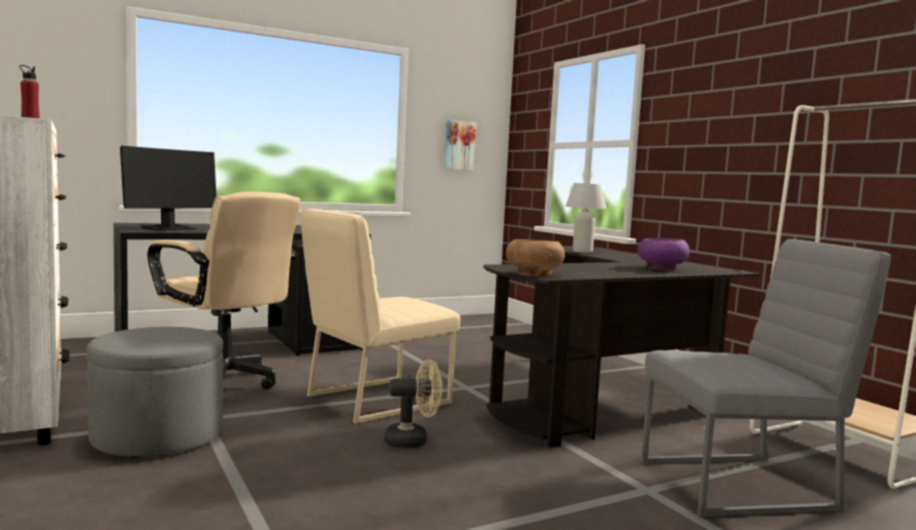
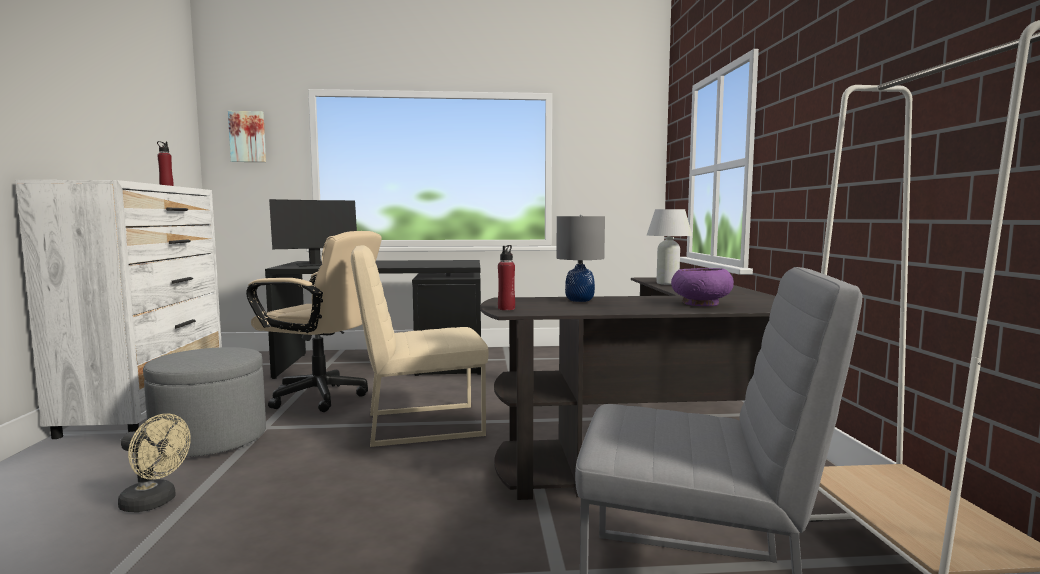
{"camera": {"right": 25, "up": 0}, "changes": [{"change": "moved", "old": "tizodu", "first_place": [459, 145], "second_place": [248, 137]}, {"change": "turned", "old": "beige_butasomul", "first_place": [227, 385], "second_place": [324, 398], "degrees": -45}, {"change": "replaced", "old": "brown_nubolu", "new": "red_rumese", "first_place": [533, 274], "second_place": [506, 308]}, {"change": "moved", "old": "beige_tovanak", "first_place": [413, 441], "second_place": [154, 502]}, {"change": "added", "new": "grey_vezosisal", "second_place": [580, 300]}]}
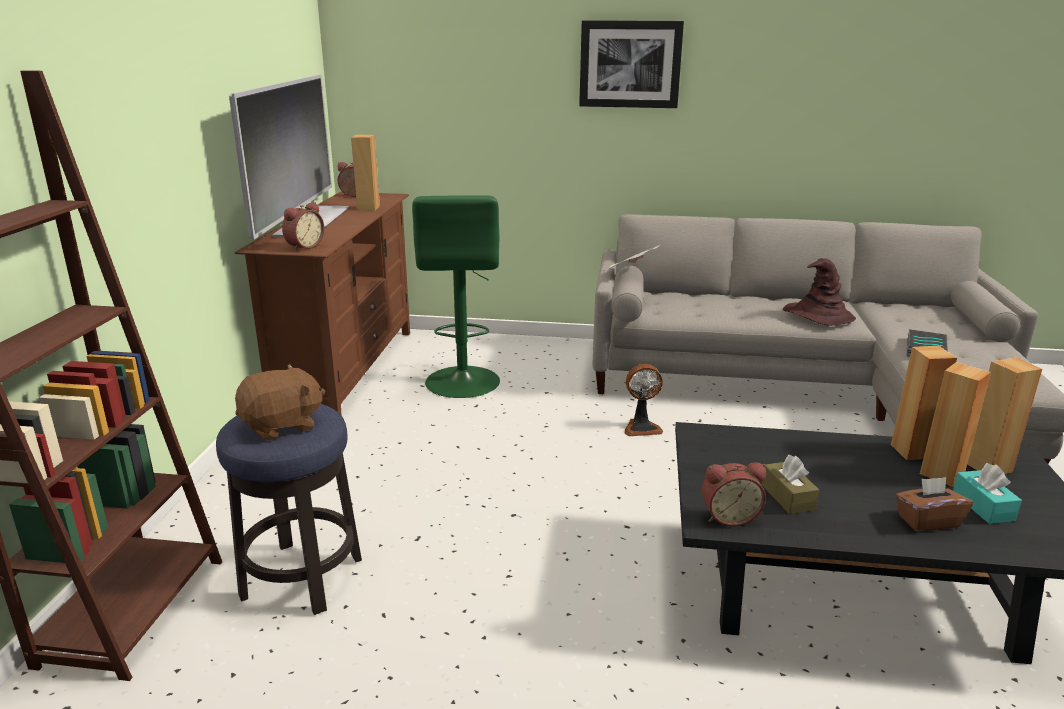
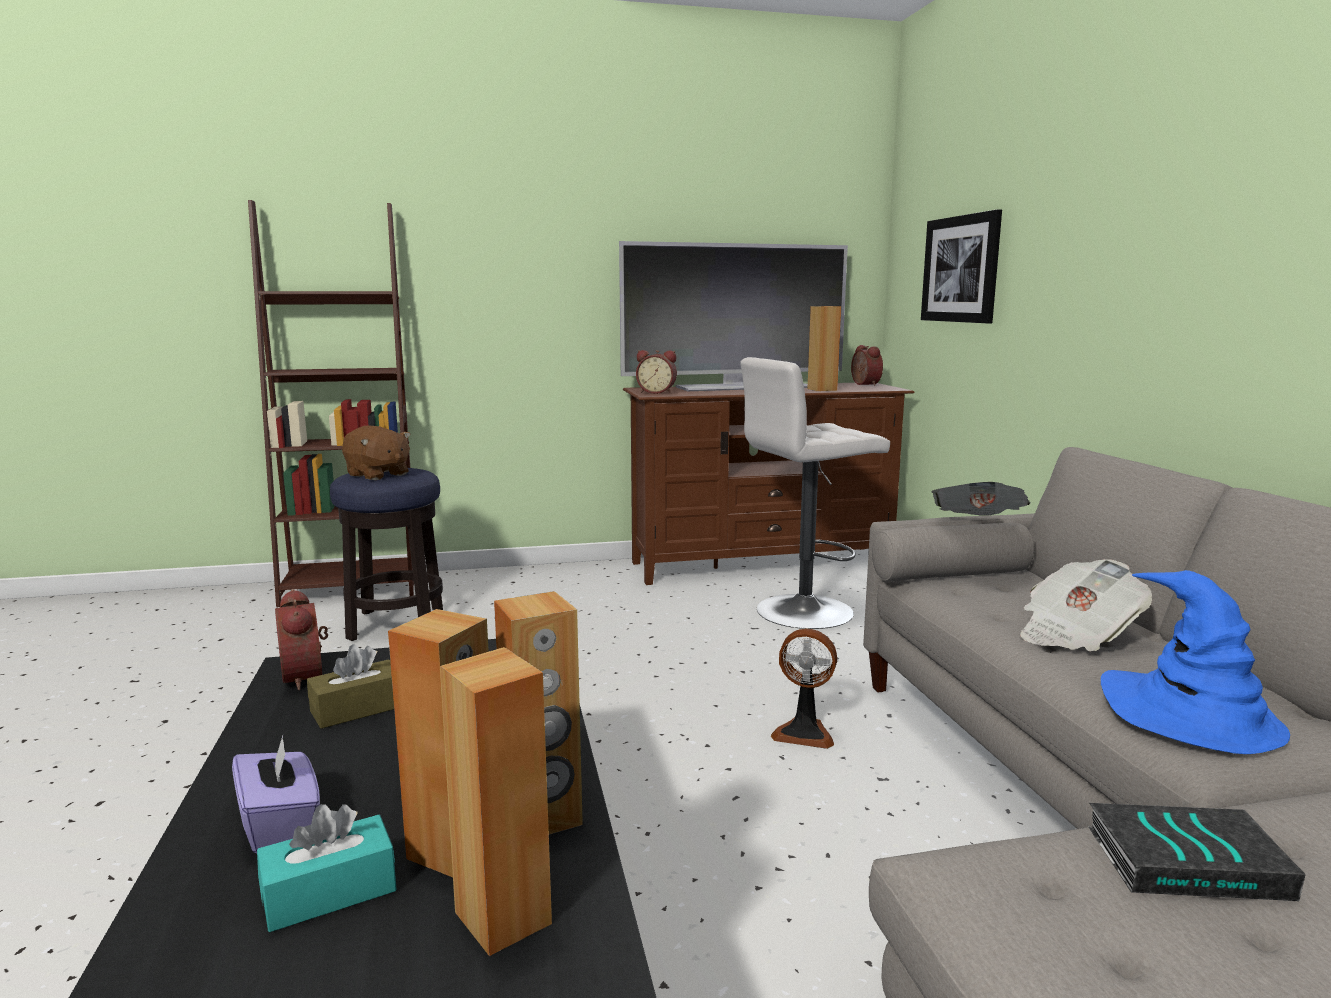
{"camera": {"right": 70, "up": -10}, "changes": [{"change": "moved", "old": "tizodu", "first_place": [630, 64], "second_place": [961, 269]}, {"change": "recoloured", "old": "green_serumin", "new": "white_serumin", "first_place": [462, 382], "second_place": [803, 611]}, {"change": "recoloured", "old": "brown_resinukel", "new": "blue_resinukel", "first_place": [817, 316], "second_place": [1190, 715]}, {"change": "turned", "old": "tovanak", "first_place": [641, 427], "second_place": [804, 733], "degrees": -45}, {"change": "recoloured", "old": "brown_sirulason", "new": "purple_sirulason", "first_place": [927, 521], "second_place": [280, 823]}, {"change": "added", "new": "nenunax", "second_place": [1075, 635]}]}
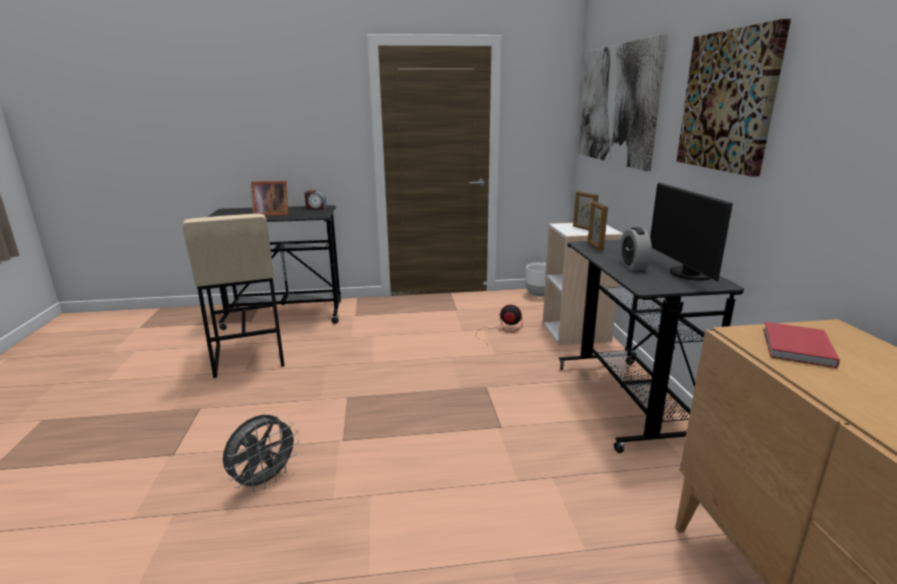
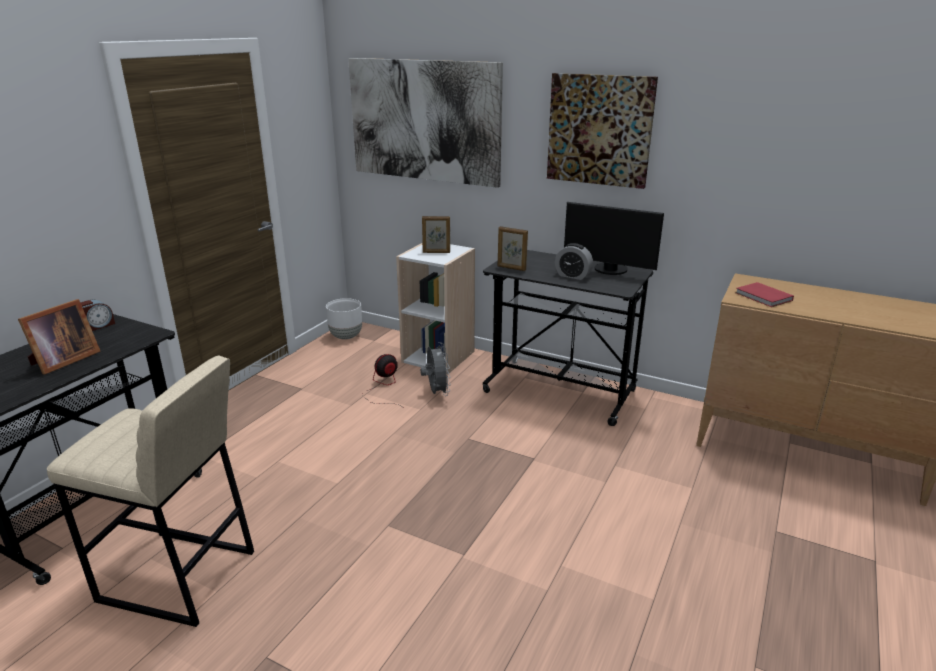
{"camera": {"right": -55, "up": 5}, "changes": [{"change": "moved", "old": "grey_tovanak", "first_place": [264, 480], "second_place": [436, 393]}]}
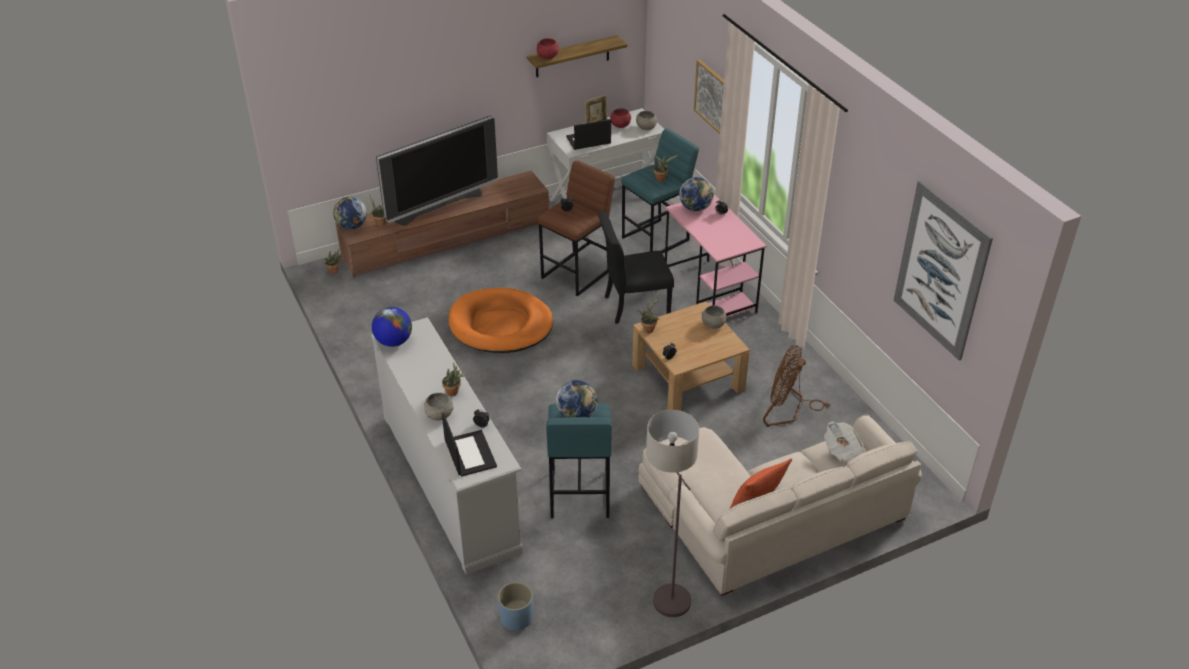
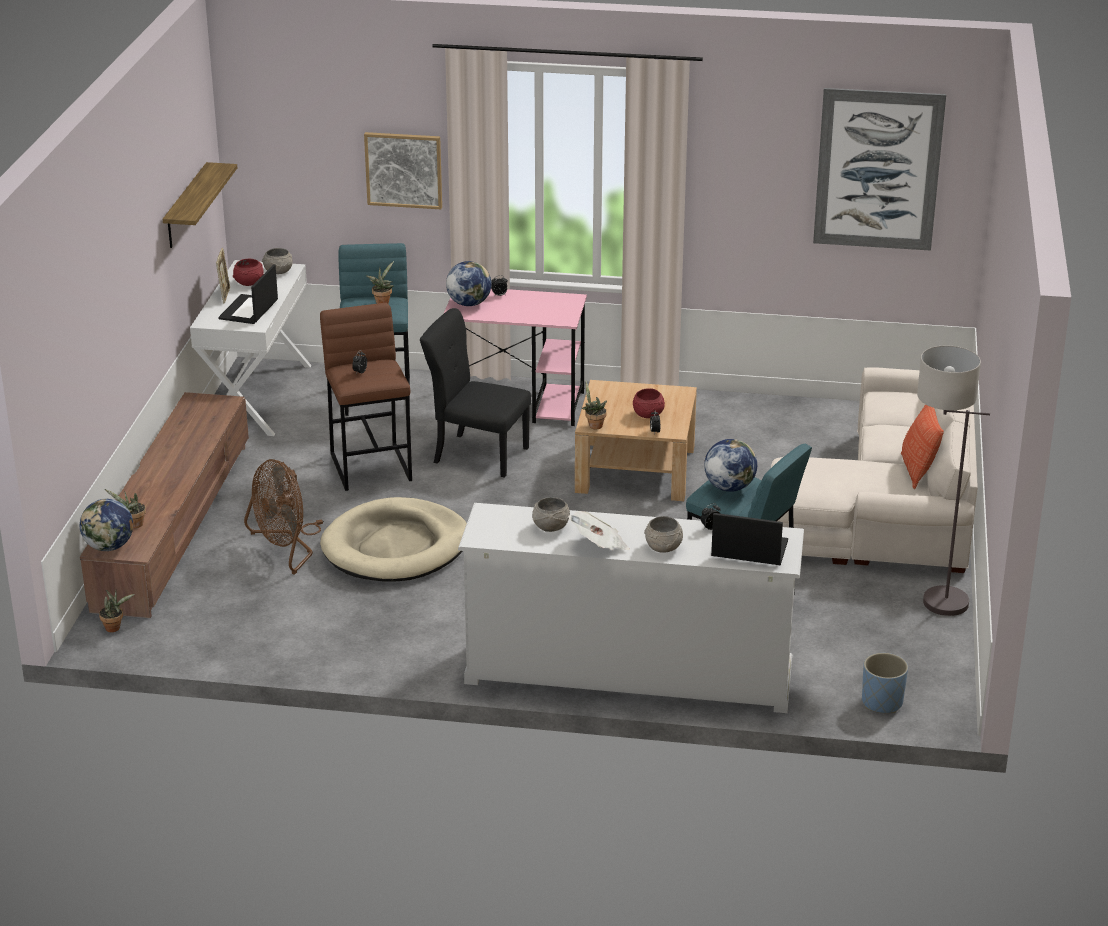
{"camera": {"right": -55, "up": -10}, "changes": [{"change": "moved", "old": "red_nubolu", "first_place": [548, 57], "second_place": [648, 414]}, {"change": "removed", "old": "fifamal", "first_place": [439, 206]}, {"change": "turned", "old": "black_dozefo", "first_place": [633, 306], "second_place": [477, 454], "degrees": 90}, {"change": "recoloured", "old": "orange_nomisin", "new": "beige_nomisin", "first_place": [500, 325], "second_place": [396, 547]}, {"change": "moved", "old": "grey_nubolu", "first_place": [713, 324], "second_place": [550, 527]}, {"change": "removed", "old": "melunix", "first_place": [393, 341]}, {"change": "moved", "old": "brown_tovanak", "first_place": [789, 406], "second_place": [287, 546]}, {"change": "removed", "old": "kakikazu", "first_place": [454, 392]}, {"change": "moved", "old": "nenunax", "first_place": [843, 452], "second_place": [599, 545]}]}
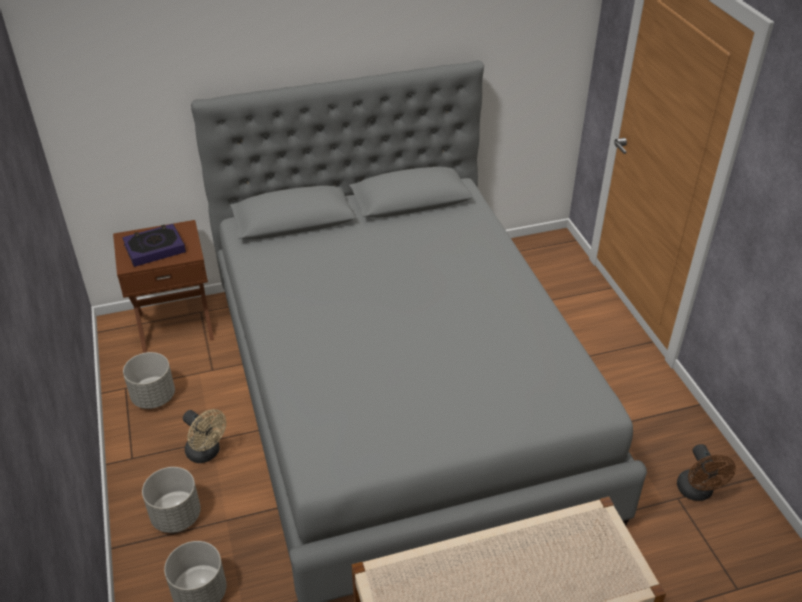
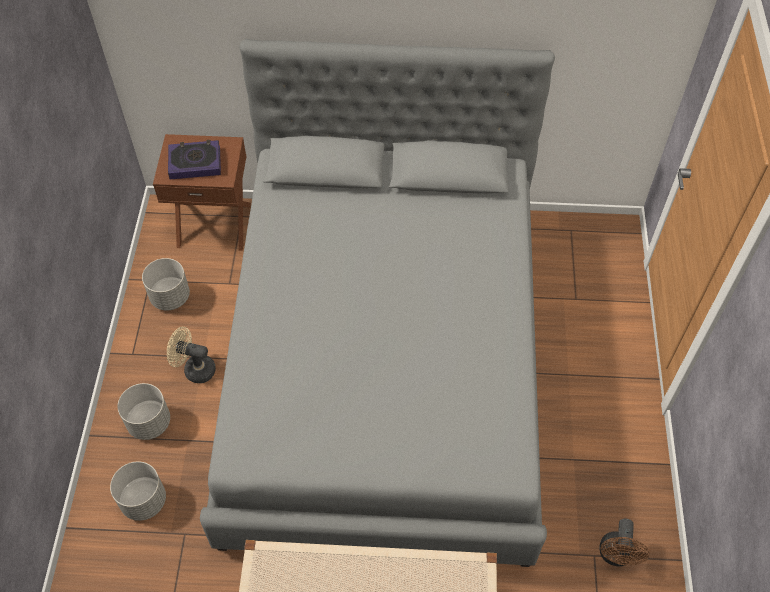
{"camera": {"right": 20, "up": 15}, "changes": [{"change": "turned", "old": "beige_tovanak", "first_place": [207, 453], "second_place": [194, 369], "degrees": 135}]}
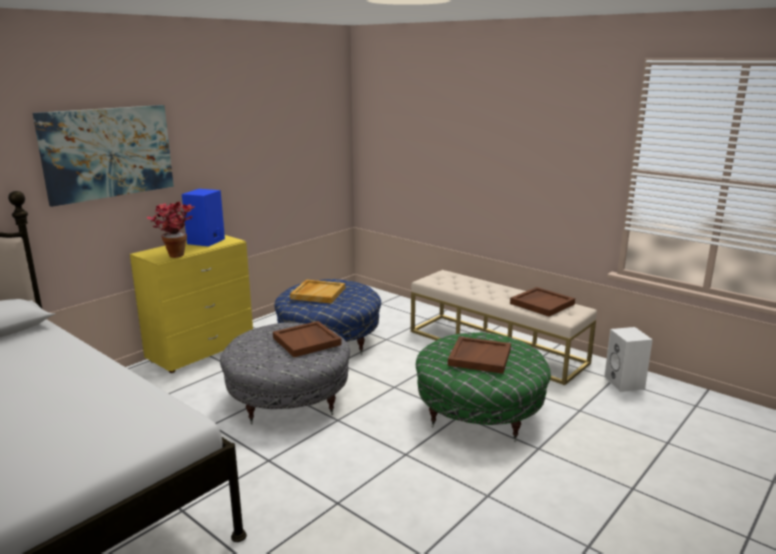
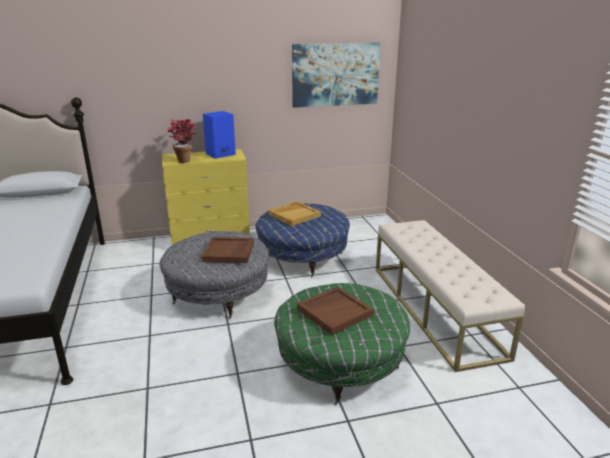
{"camera": {"right": 35, "up": 5}, "changes": [{"change": "moved", "old": "tizodu", "first_place": [108, 152], "second_place": [335, 74]}, {"change": "removed", "old": "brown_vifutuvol", "first_place": [542, 303]}, {"change": "removed", "old": "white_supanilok", "first_place": [625, 383]}]}
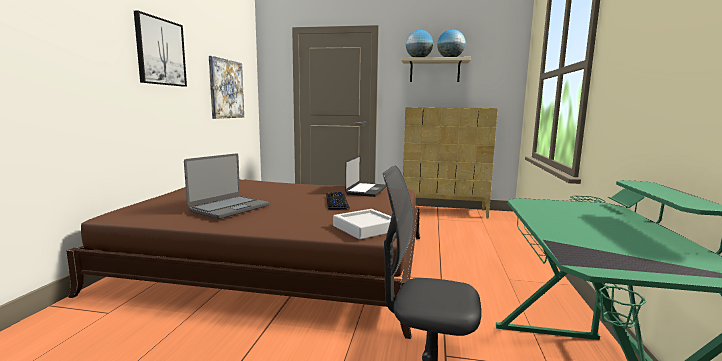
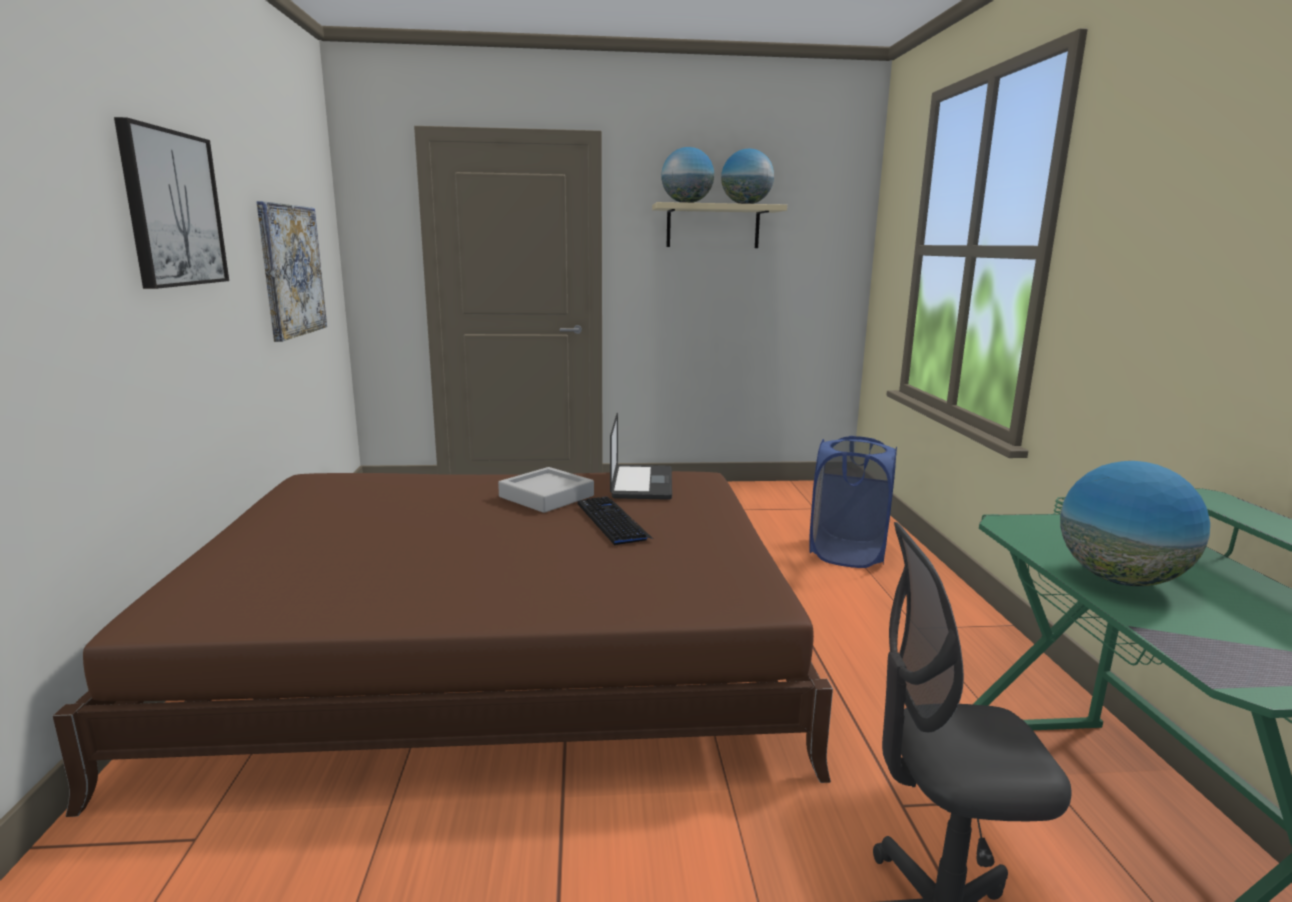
{"camera": {"right": -15, "up": 5}, "changes": [{"change": "removed", "old": "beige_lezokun", "first_place": [444, 211]}, {"change": "removed", "old": "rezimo", "first_place": [229, 208]}, {"change": "moved", "old": "grey_vifutuvol", "first_place": [365, 228], "second_place": [546, 496]}, {"change": "added", "new": "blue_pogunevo", "second_place": [847, 554]}, {"change": "added", "new": "melunix", "second_place": [1119, 579]}]}
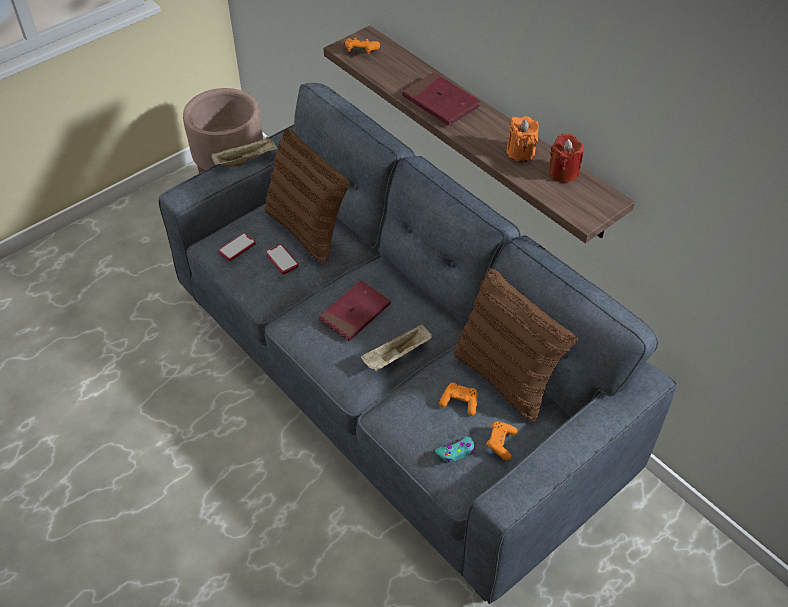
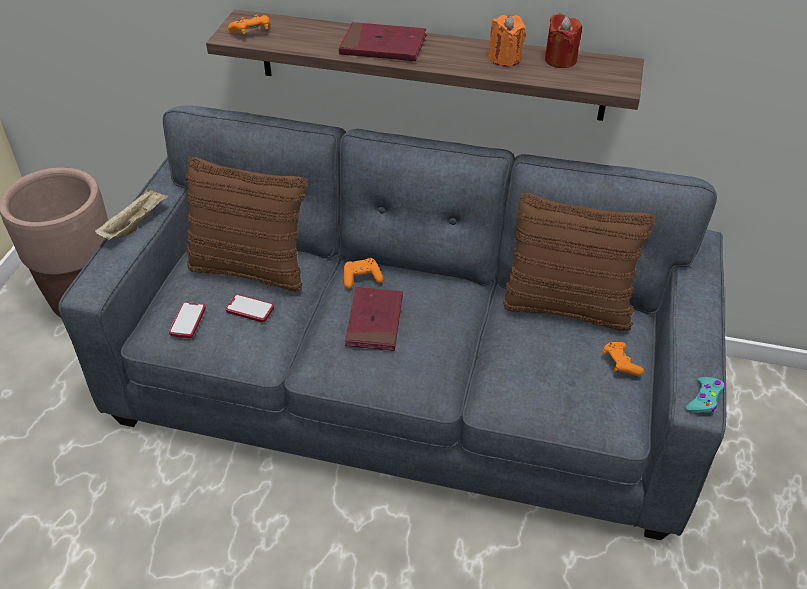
{"camera": {"right": -35, "up": -5}, "changes": [{"change": "removed", "old": "beige_vifutuvol", "first_place": [397, 356]}, {"change": "moved", "old": "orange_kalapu", "first_place": [459, 402], "second_place": [362, 279]}, {"change": "moved", "old": "turquoise_kalapu", "first_place": [456, 452], "second_place": [704, 399]}]}
